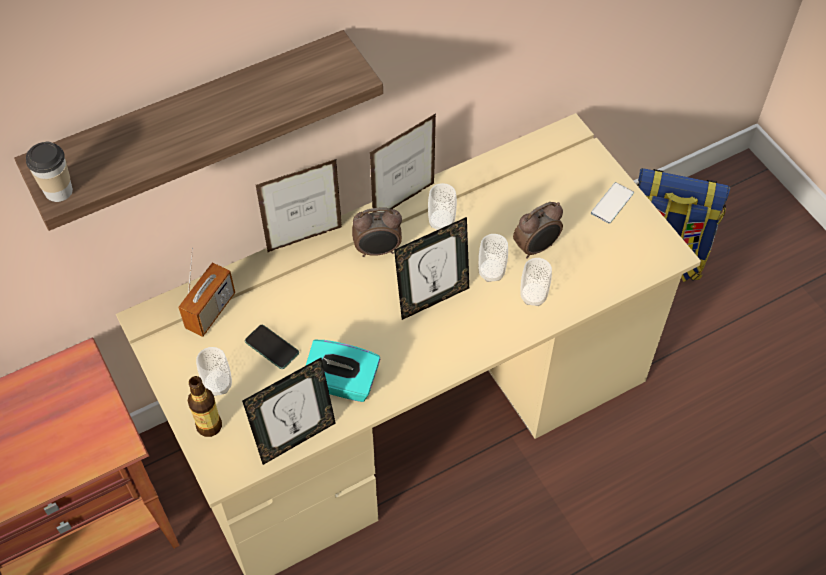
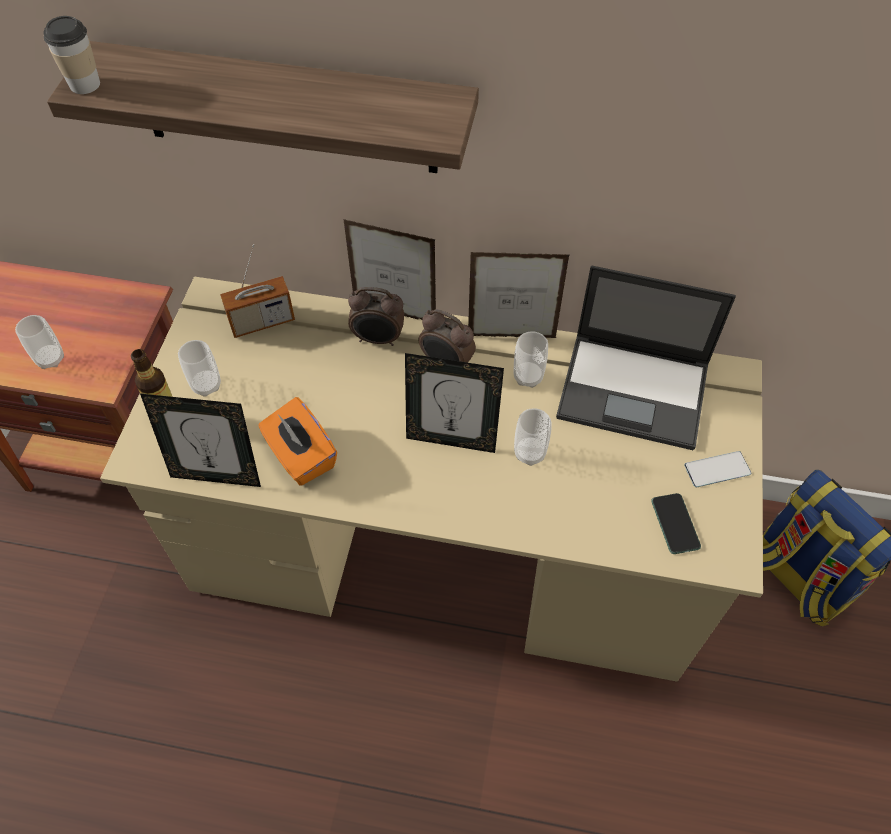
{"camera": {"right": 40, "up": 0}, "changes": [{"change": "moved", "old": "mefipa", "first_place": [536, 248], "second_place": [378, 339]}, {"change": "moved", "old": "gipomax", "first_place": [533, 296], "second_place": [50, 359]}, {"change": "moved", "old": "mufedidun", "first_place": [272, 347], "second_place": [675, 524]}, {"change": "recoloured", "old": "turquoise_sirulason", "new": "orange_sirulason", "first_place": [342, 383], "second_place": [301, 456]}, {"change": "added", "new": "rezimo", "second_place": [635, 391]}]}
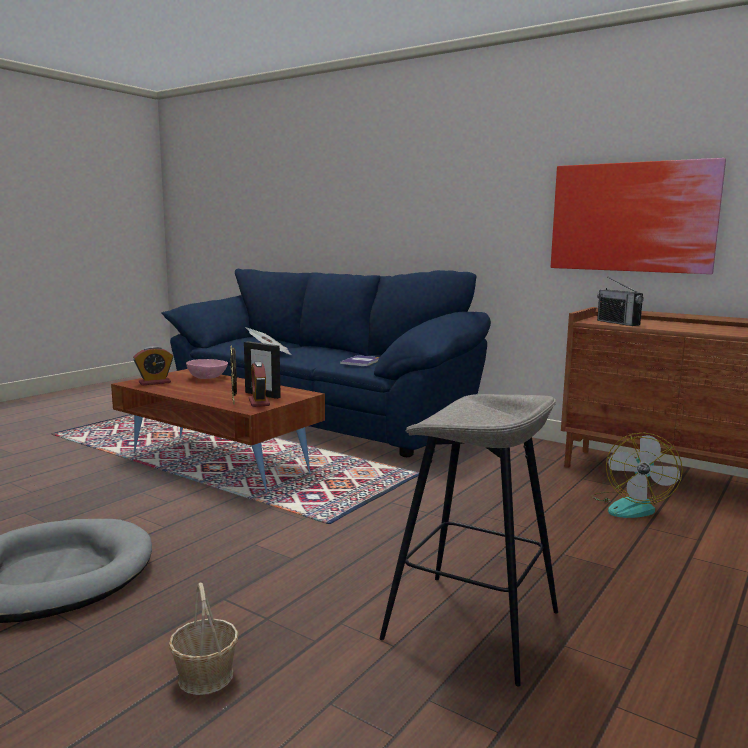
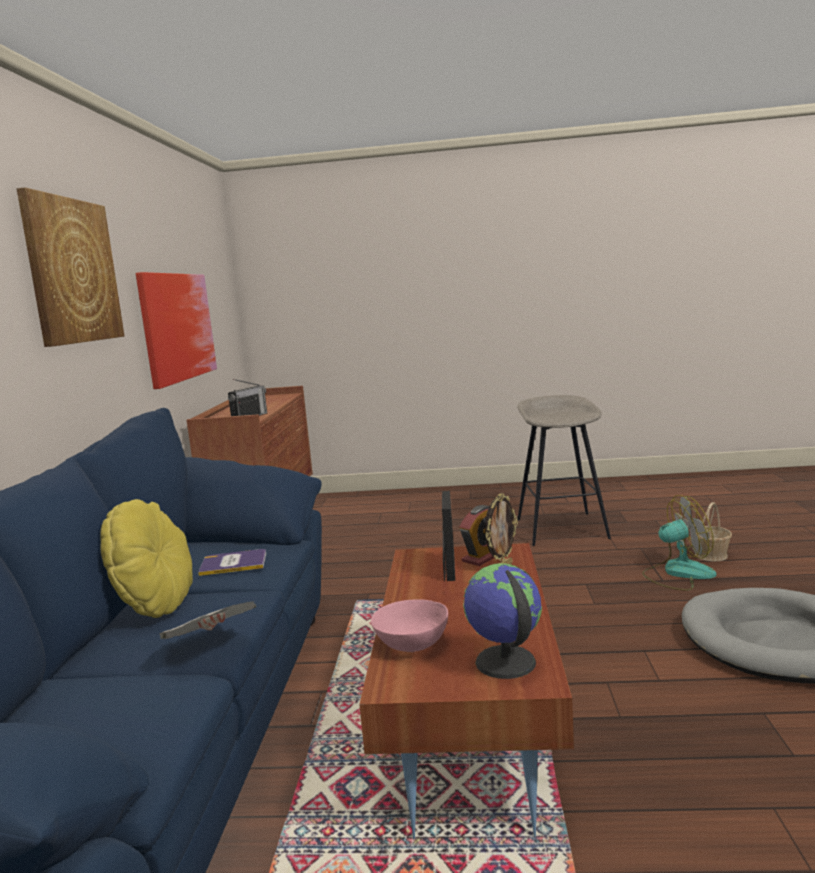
{"camera": {"right": -120, "up": 0}, "changes": [{"change": "replaced", "old": "mefipa", "new": "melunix", "first_place": [154, 382], "second_place": [504, 662]}, {"change": "moved", "old": "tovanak", "first_place": [631, 506], "second_place": [678, 573]}, {"change": "added", "new": "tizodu", "second_place": [72, 271]}, {"change": "added", "new": "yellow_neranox", "second_place": [157, 607]}]}
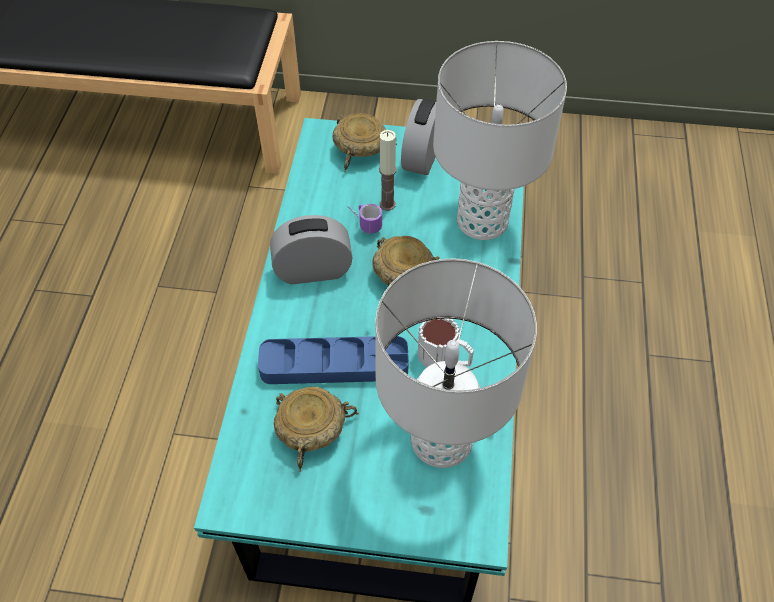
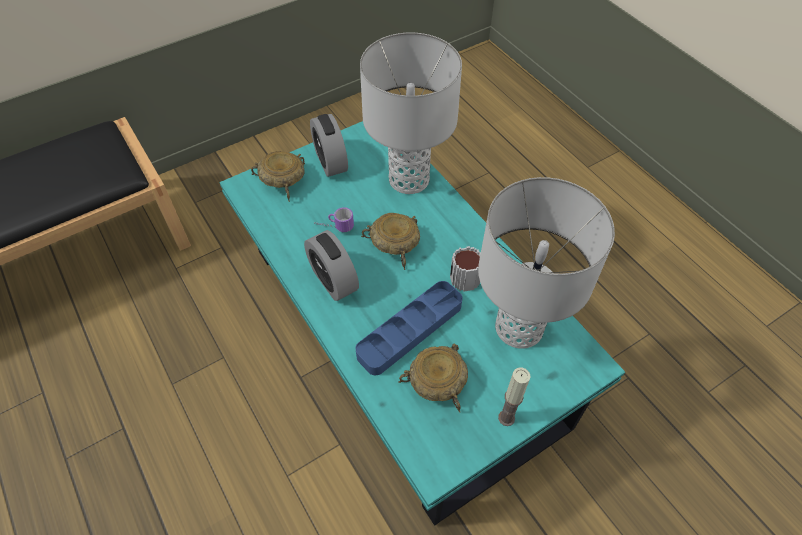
{"camera": {"right": -40, "up": 0}, "changes": [{"change": "moved", "old": "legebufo", "first_place": [387, 204], "second_place": [506, 418]}, {"change": "turned", "old": "mefipa", "first_place": [313, 271], "second_place": [333, 280], "degrees": -75}]}
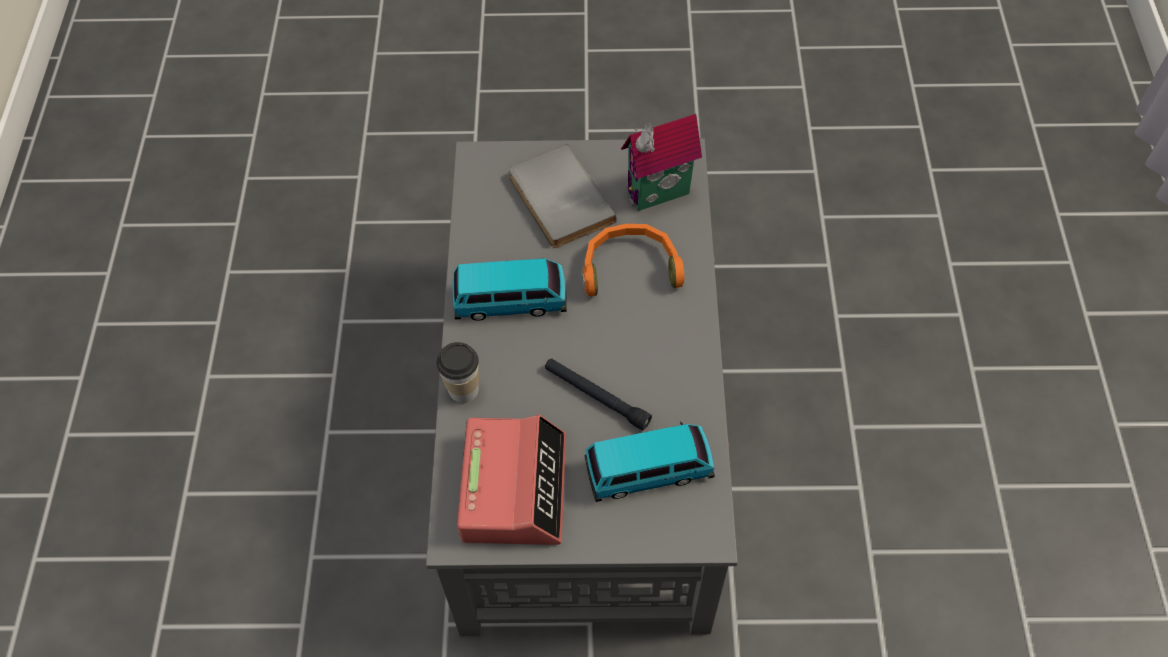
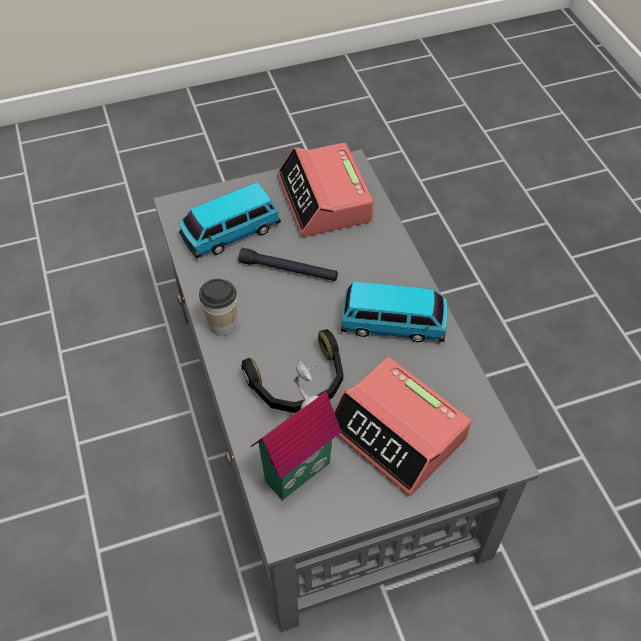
{"camera": {"right": 160, "up": -5}, "changes": [{"change": "replaced", "old": "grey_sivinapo", "new": "mefipa", "first_place": [557, 200], "second_place": [398, 433]}, {"change": "recoloured", "old": "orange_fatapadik", "new": "black_fatapadik", "first_place": [630, 267], "second_place": [299, 384]}, {"change": "turned", "old": "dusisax", "first_place": [510, 301], "second_place": [393, 324], "degrees": -150}, {"change": "moved", "old": "gipomax", "first_place": [463, 389], "second_place": [222, 325]}]}
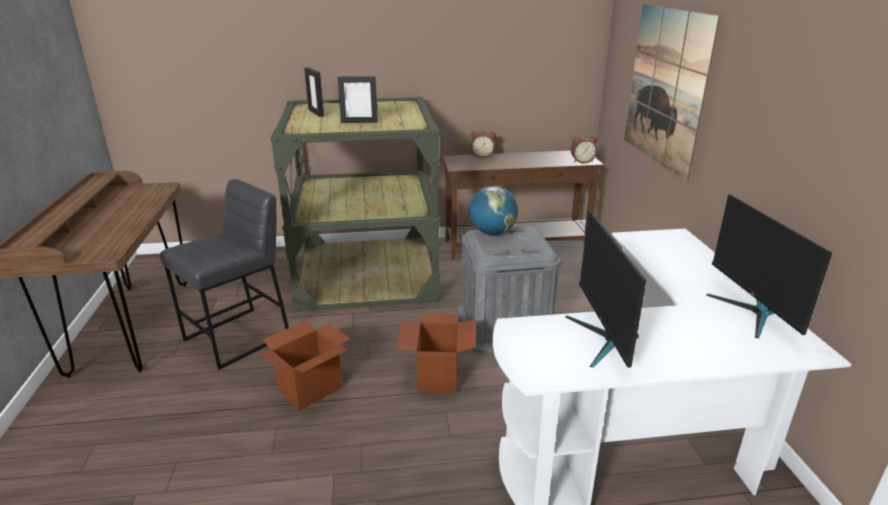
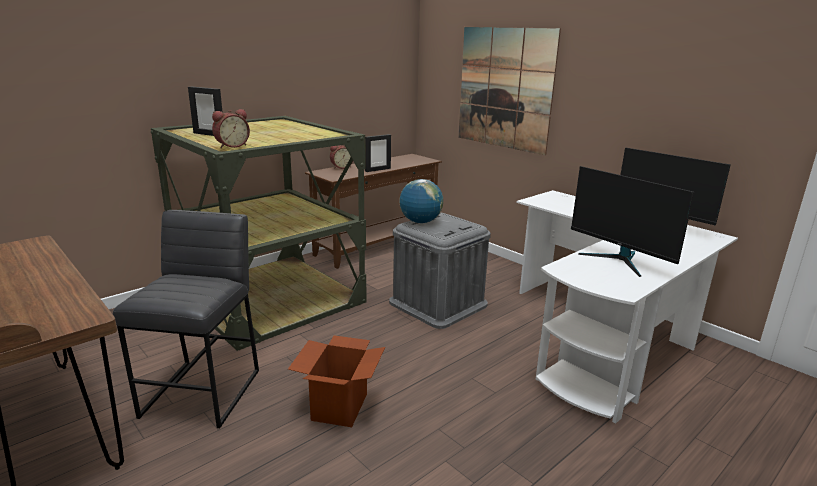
{"camera": {"right": -35, "up": -5}, "changes": [{"change": "moved", "old": "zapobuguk", "first_place": [359, 122], "second_place": [377, 169]}, {"change": "moved", "old": "mefipa", "first_place": [582, 161], "second_place": [231, 146]}, {"change": "removed", "old": "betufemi", "first_place": [437, 377]}]}
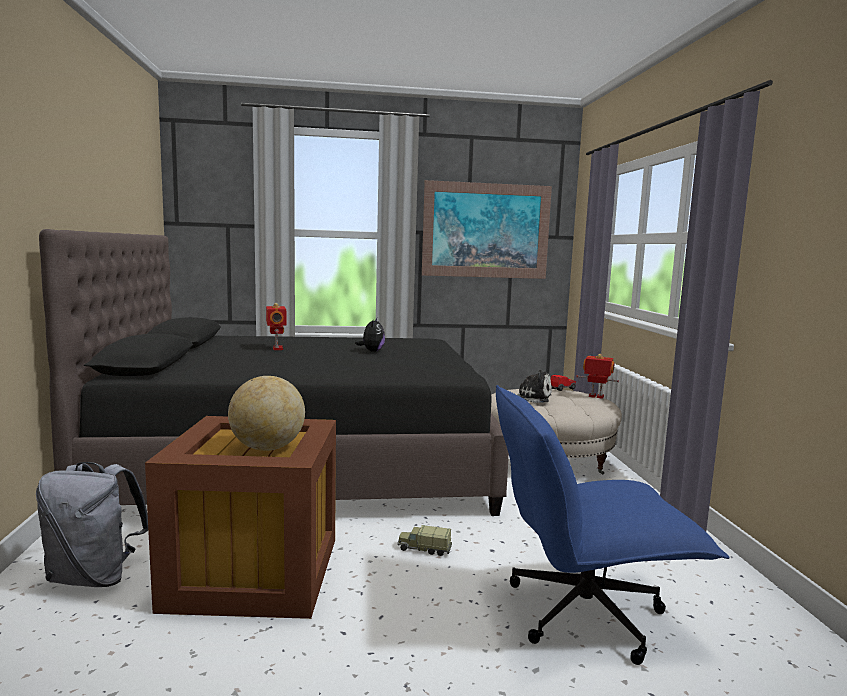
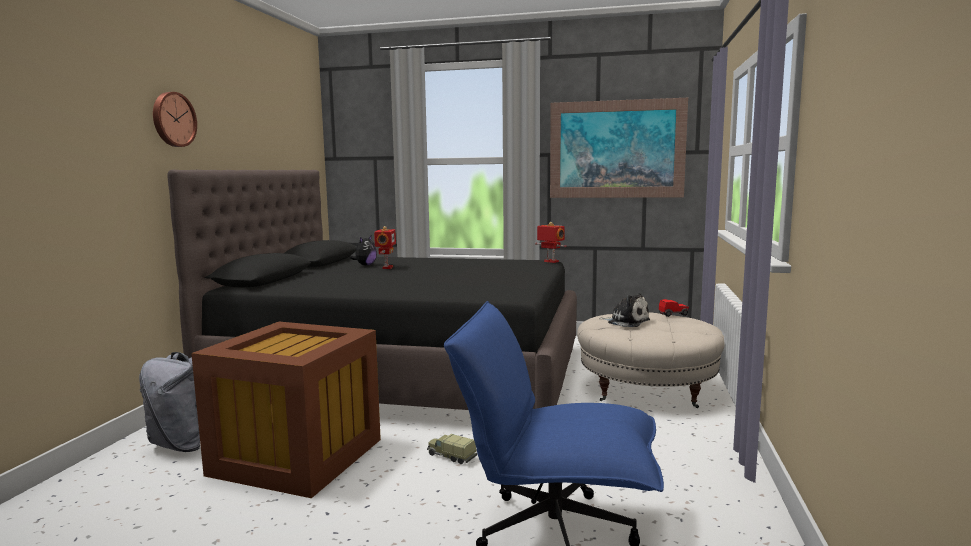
{"camera": {"right": 20, "up": 0}, "changes": [{"change": "moved", "old": "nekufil", "first_place": [372, 351], "second_place": [365, 265]}, {"change": "moved", "old": "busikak", "first_place": [596, 397], "second_place": [550, 261]}, {"change": "removed", "old": "melunix", "first_place": [267, 448]}, {"change": "added", "new": "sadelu", "second_place": [173, 119]}]}
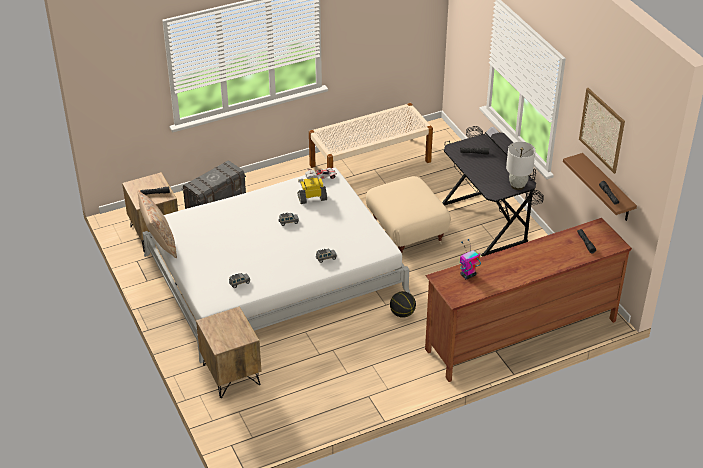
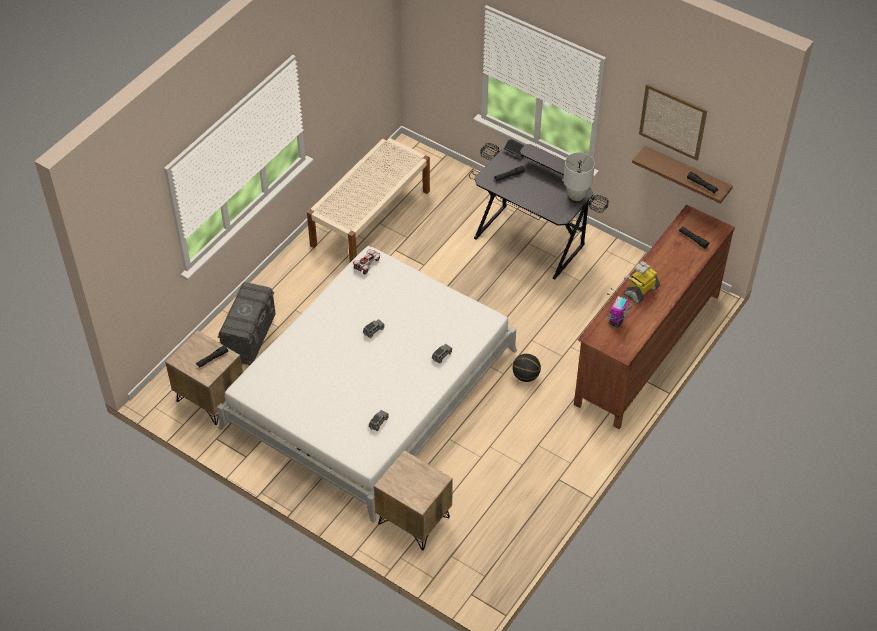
{"camera": {"right": -30, "up": 10}, "changes": [{"change": "moved", "old": "busikak", "first_place": [312, 198], "second_place": [641, 290]}, {"change": "removed", "old": "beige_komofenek", "first_place": [405, 232]}, {"change": "removed", "old": "beige_neranox", "first_place": [159, 243]}]}
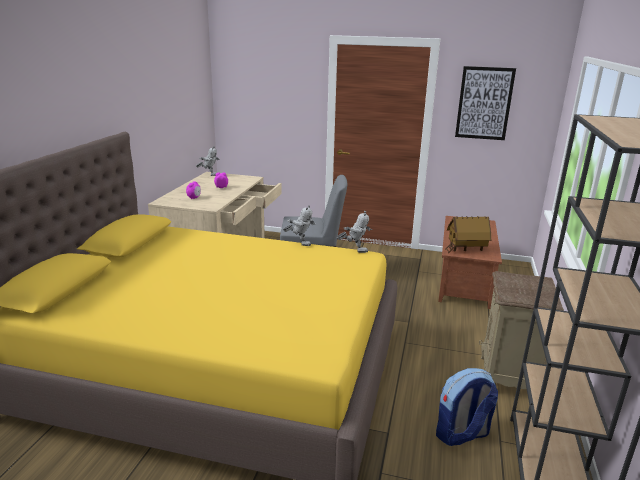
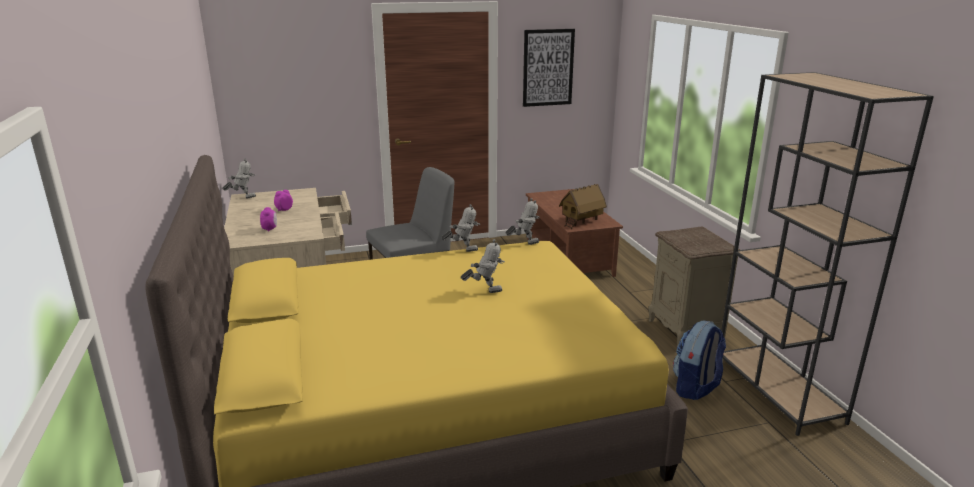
{"camera": {"right": -30, "up": 0}, "changes": [{"change": "added", "new": "busikak", "second_place": [484, 291]}]}
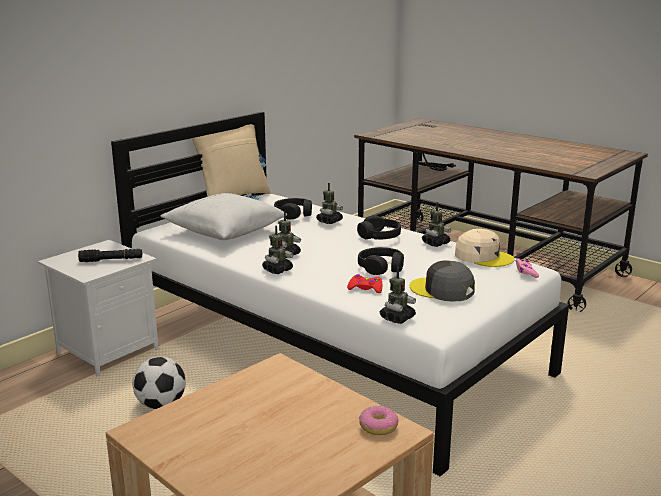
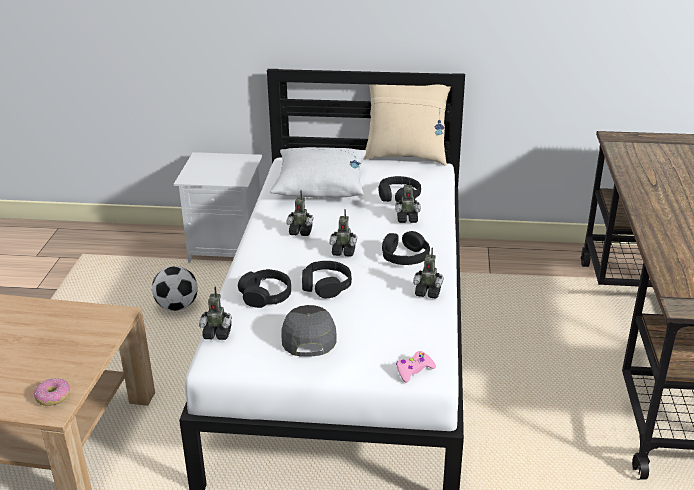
{"camera": {"right": 55, "up": 10}, "changes": [{"change": "moved", "old": "busikak", "first_place": [277, 270], "second_place": [343, 251]}, {"change": "removed", "old": "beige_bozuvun", "first_place": [483, 257]}, {"change": "removed", "old": "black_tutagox", "first_place": [111, 260]}, {"change": "replaced", "old": "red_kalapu", "new": "black_fatapadik", "first_place": [365, 288], "second_place": [266, 295]}]}
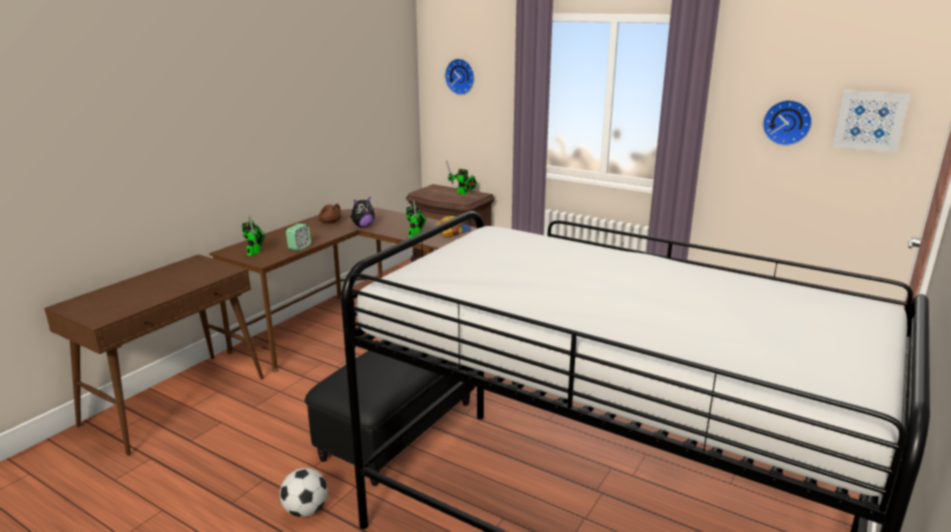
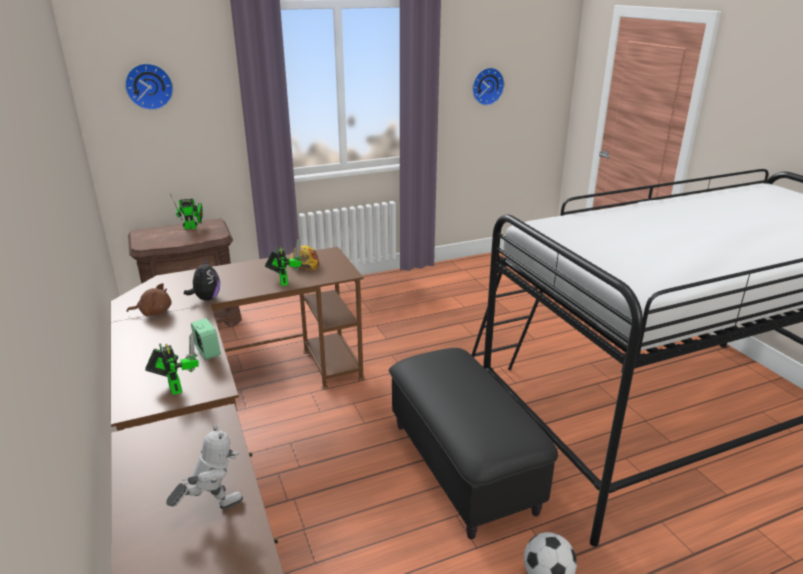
{"camera": {"right": -55, "up": 5}, "changes": [{"change": "removed", "old": "tizodu", "first_place": [869, 120]}, {"change": "added", "new": "busikak", "second_place": [212, 507]}]}
